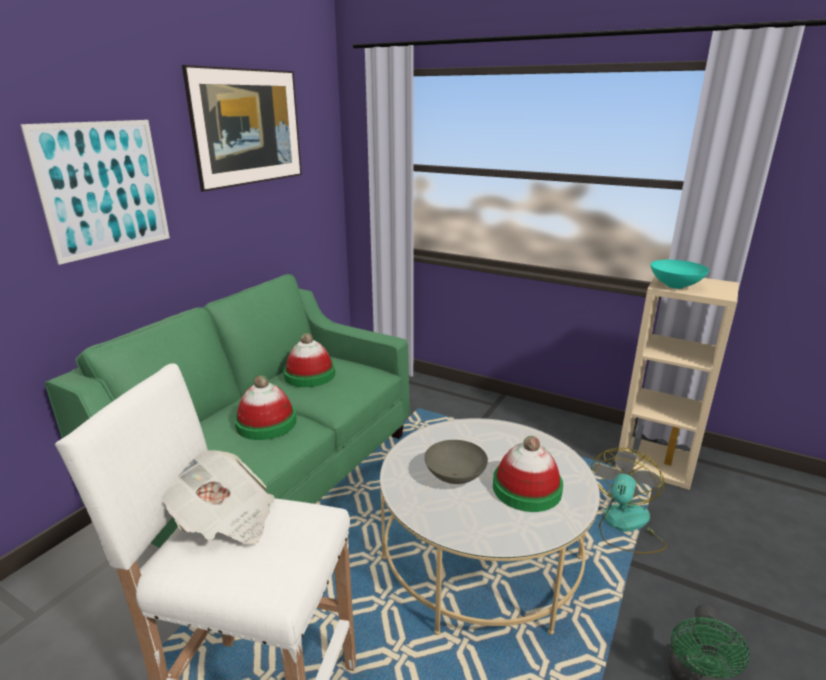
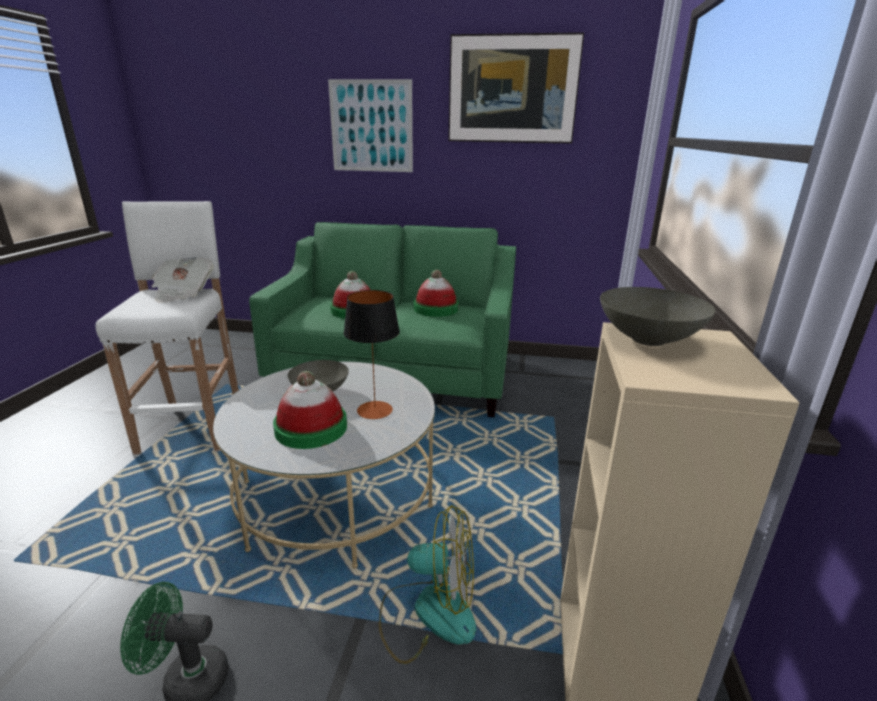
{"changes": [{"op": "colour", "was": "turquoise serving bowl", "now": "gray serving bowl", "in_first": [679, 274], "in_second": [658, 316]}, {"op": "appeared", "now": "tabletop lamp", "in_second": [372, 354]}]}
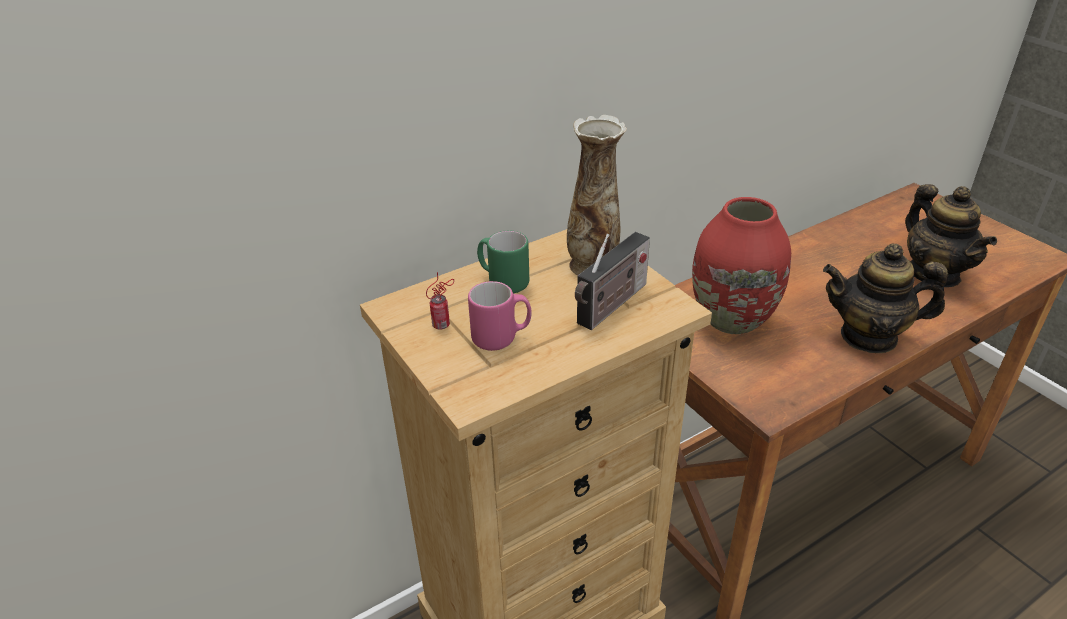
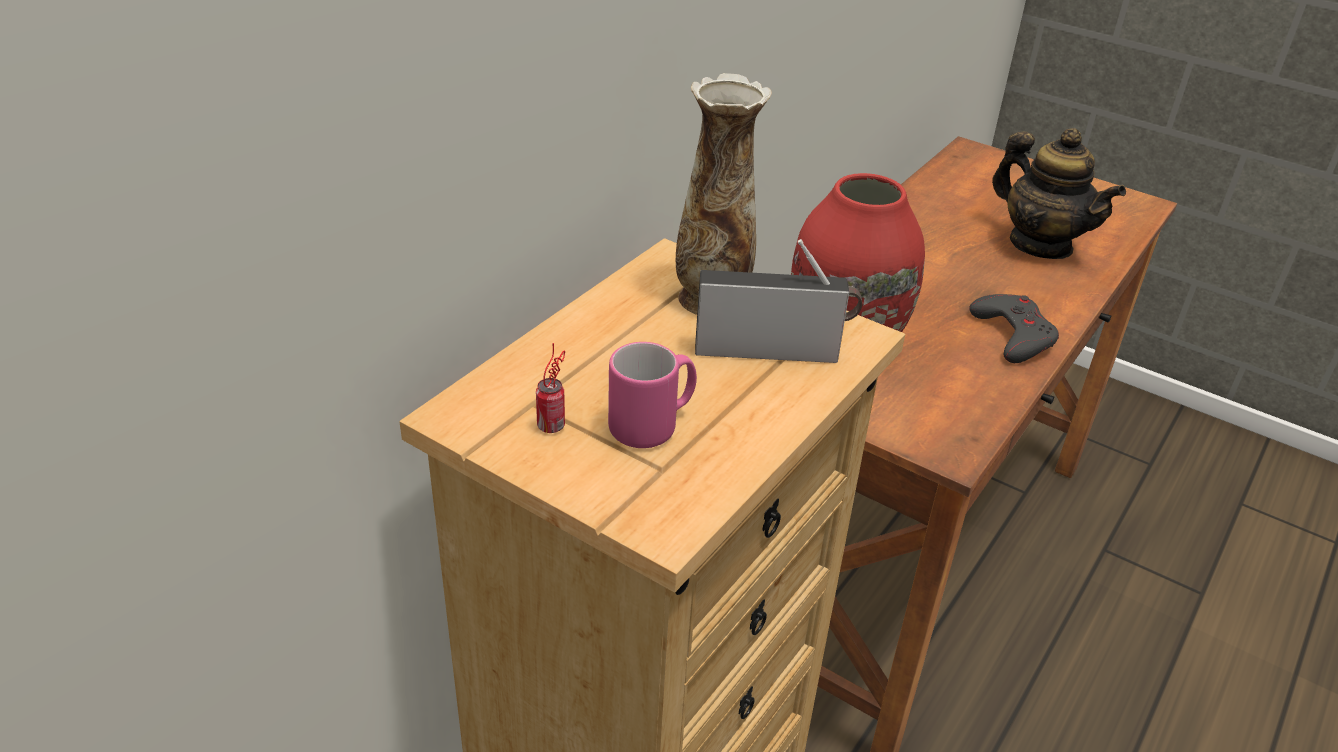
{"changes": [{"op": "missing", "was": "green-coloured coffee mug", "in_first": [503, 261]}, {"op": "spun", "was": "radio", "in_first": [612, 281], "in_second": [778, 301], "clockwise": -105}, {"op": "exchanged", "was": "tea pot", "now": "gray game controller", "in_first": [885, 298], "in_second": [1014, 328]}]}
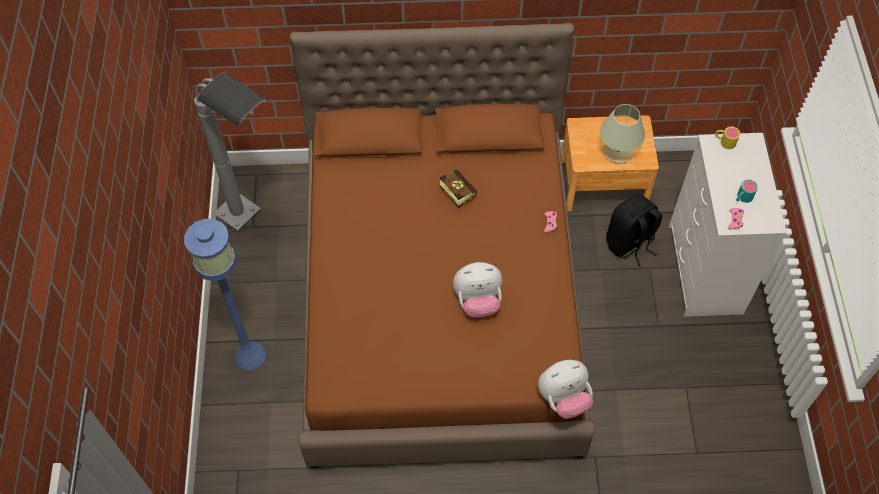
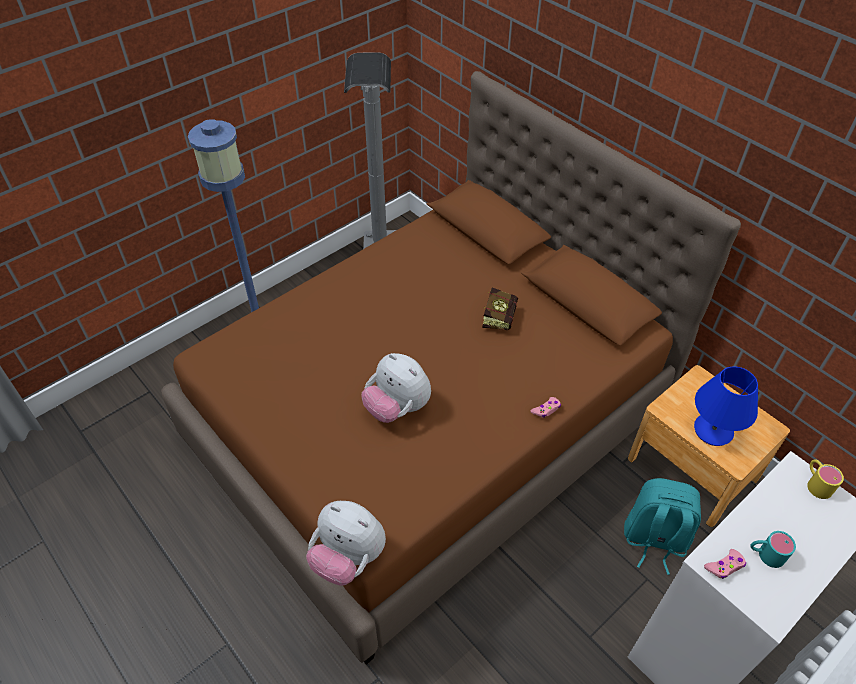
{"changes": [{"op": "colour", "was": "beige-coloured tabletop lamp", "now": "blue tabletop lamp", "in_first": [622, 134], "in_second": [726, 406]}, {"op": "colour", "was": "black backpack", "now": "turquoise backpack", "in_first": [634, 230], "in_second": [662, 526]}]}
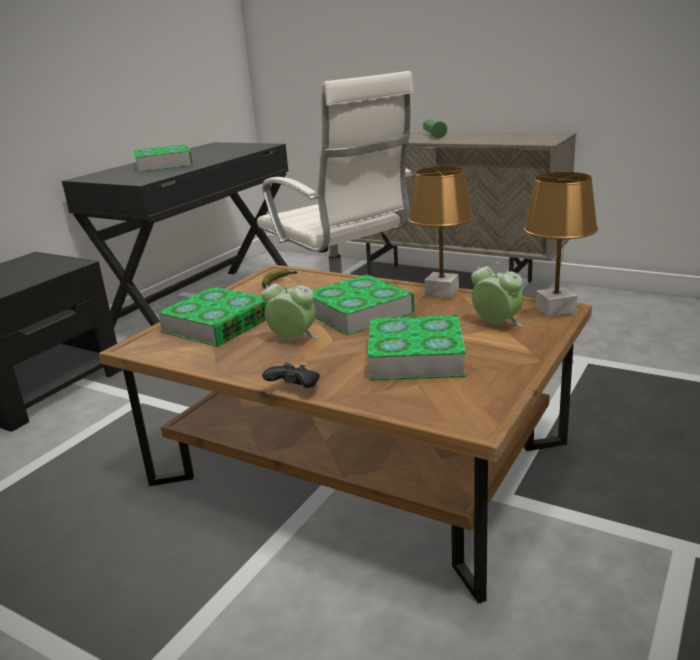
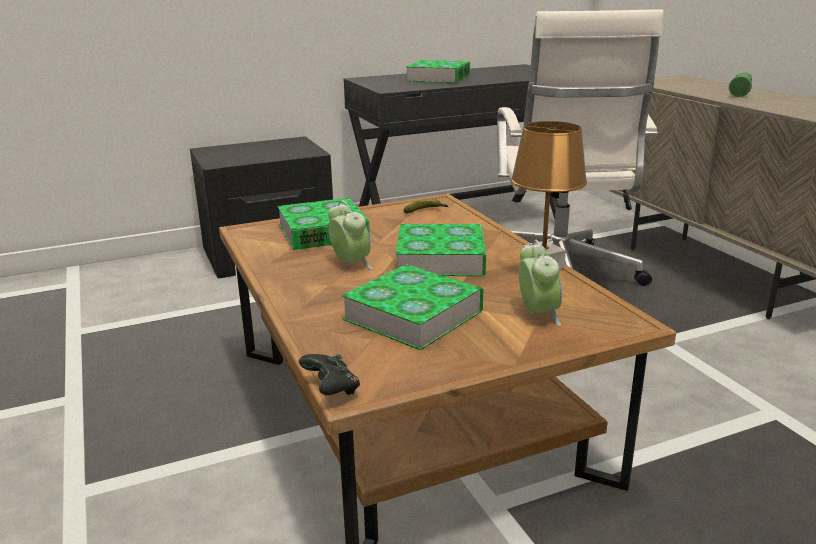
{"changes": [{"op": "relocated", "was": "black game controller", "in_first": [291, 375], "in_second": [329, 374]}, {"op": "missing", "was": "brownish tabletop lamp", "in_first": [560, 244]}]}
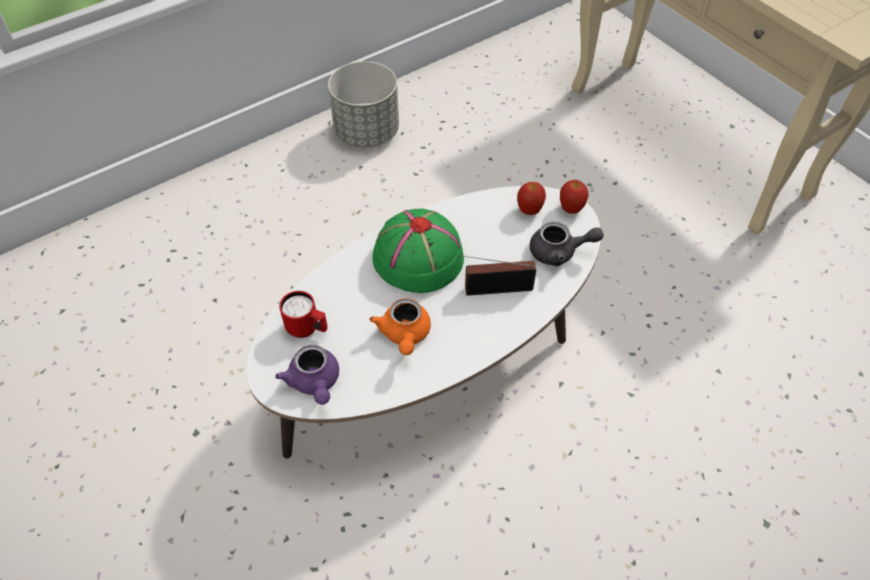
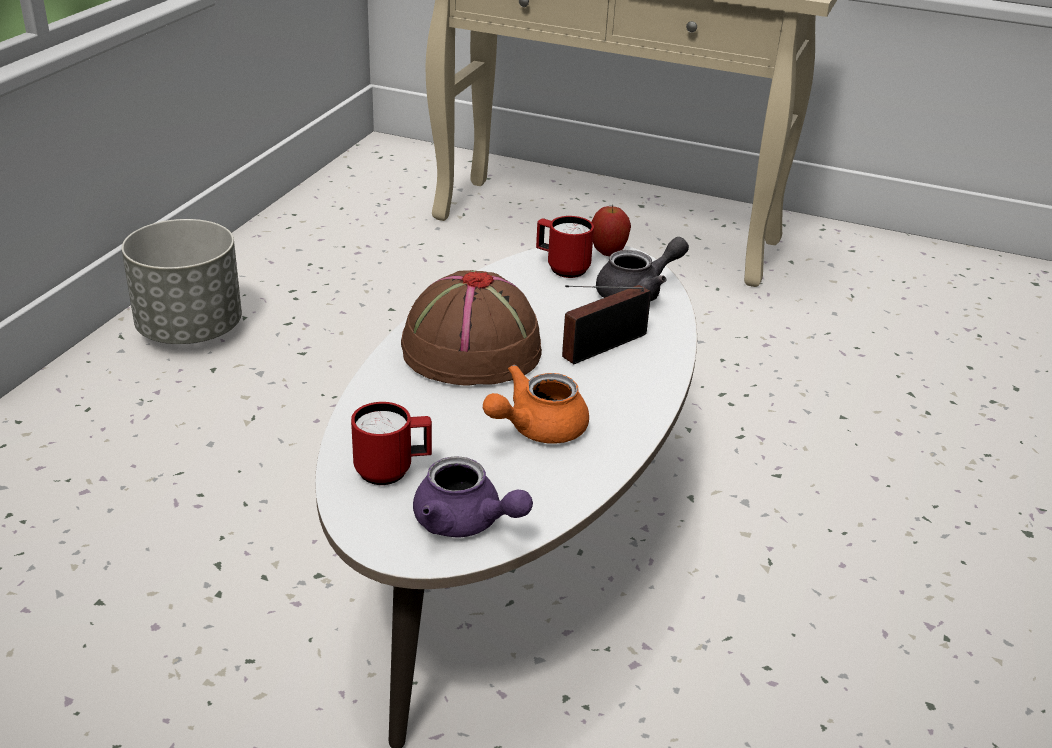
{"changes": [{"op": "spun", "was": "orangey tea pot", "in_first": [400, 326], "in_second": [536, 404], "clockwise": 90}, {"op": "colour", "was": "green-coloured clothing hat", "now": "brownish clothing hat", "in_first": [418, 250], "in_second": [471, 328]}, {"op": "exchanged", "was": "whole apple", "now": "red-coloured coffee mug", "in_first": [531, 198], "in_second": [565, 247]}]}
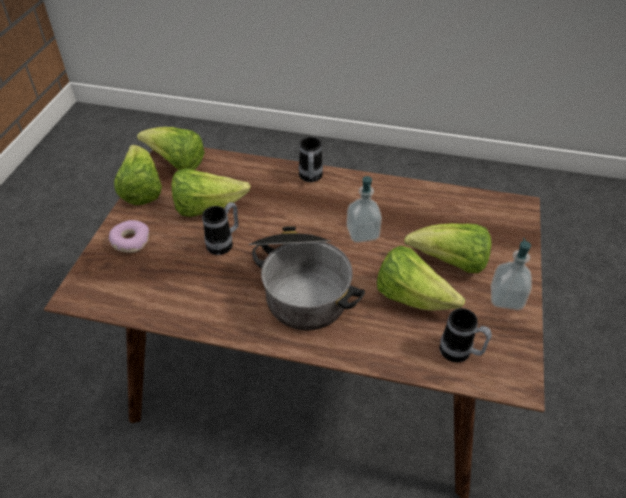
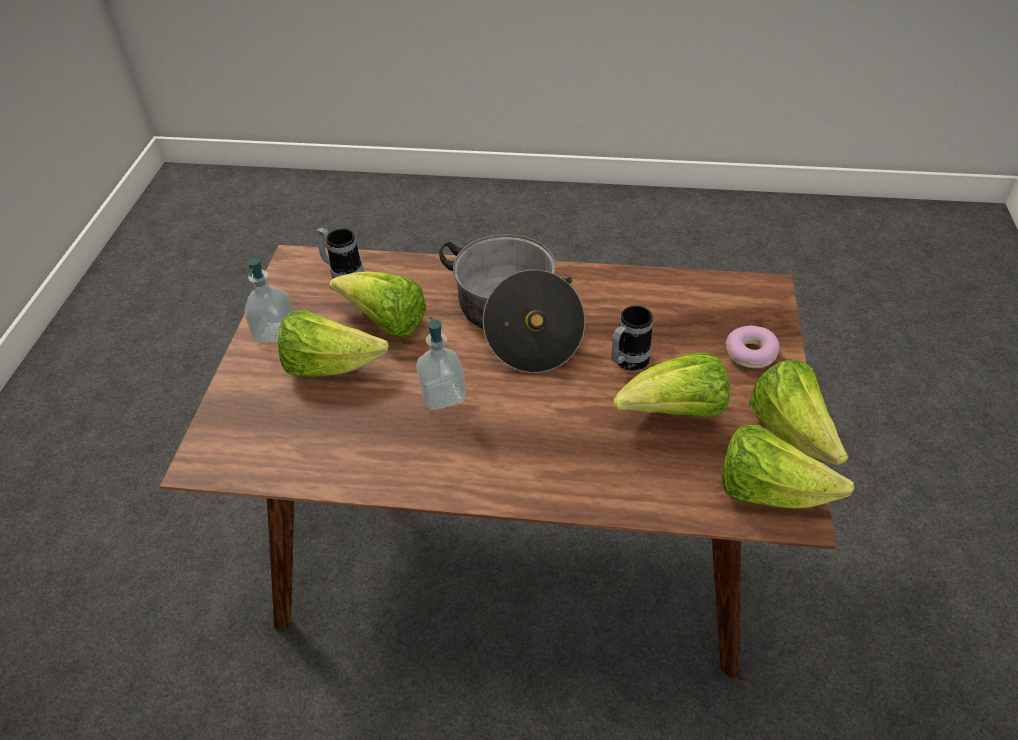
{"changes": [{"op": "missing", "was": "coffee mug", "in_first": [311, 159]}]}
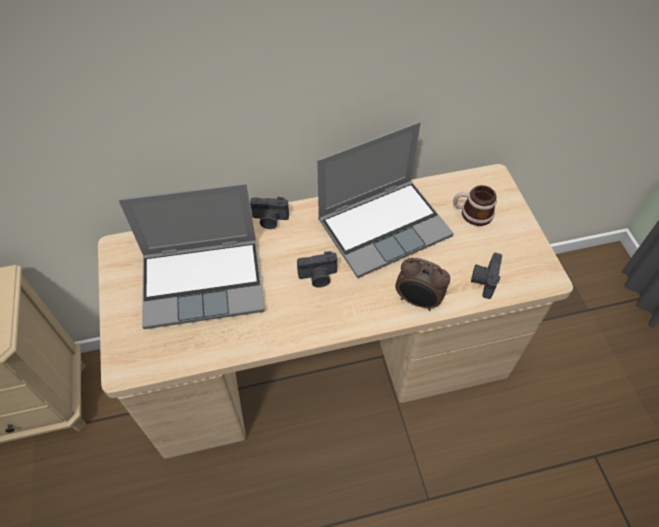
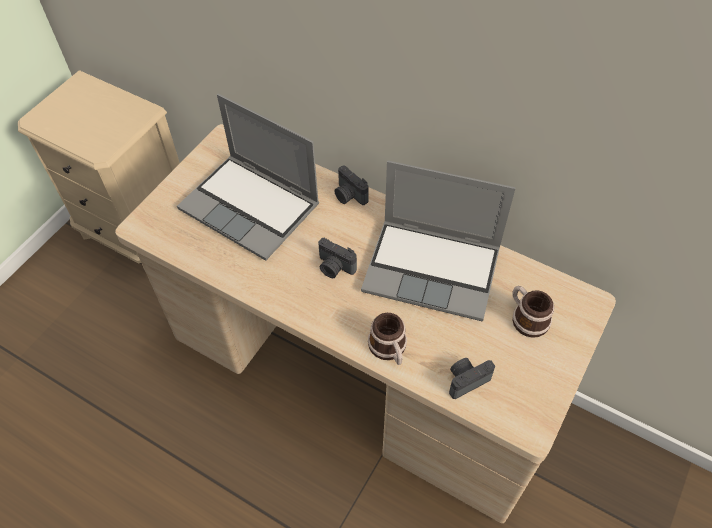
{"changes": [{"op": "exchanged", "was": "bedside clock", "now": "coffee mug", "in_first": [422, 284], "in_second": [387, 339]}]}
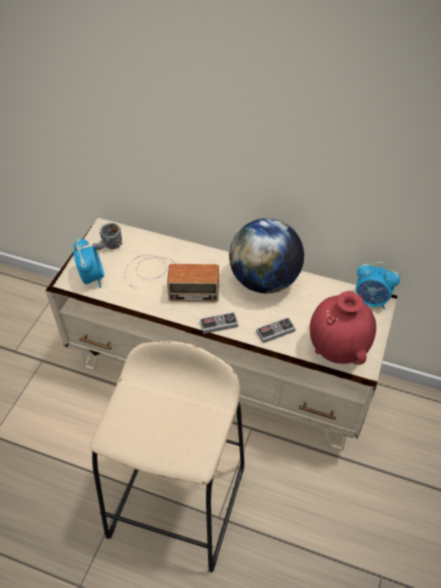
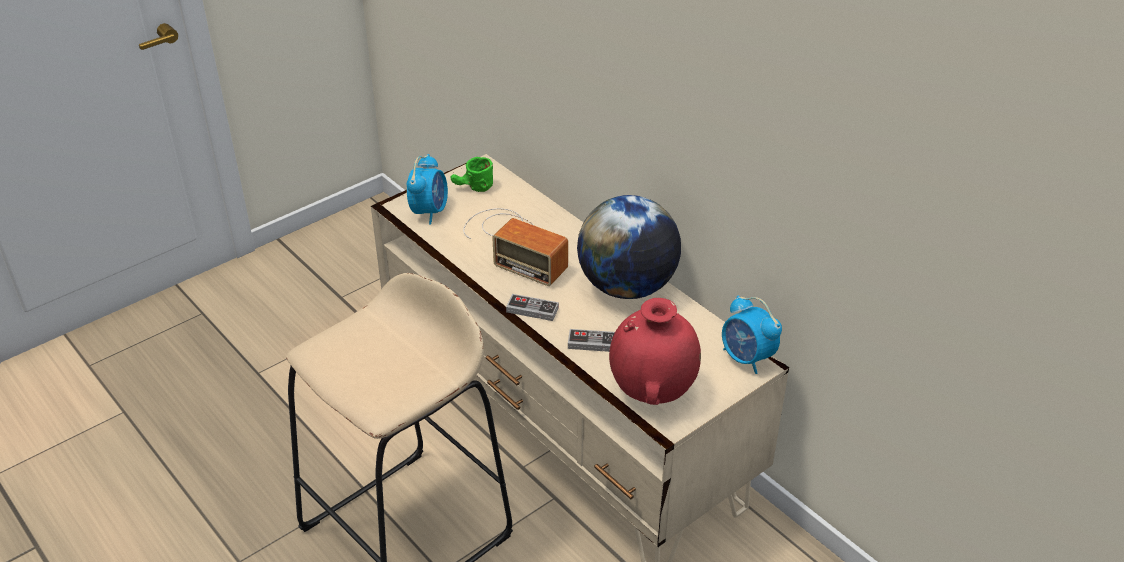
{"changes": [{"op": "colour", "was": "gray coffee mug", "now": "green-coloured coffee mug", "in_first": [107, 236], "in_second": [471, 174]}]}
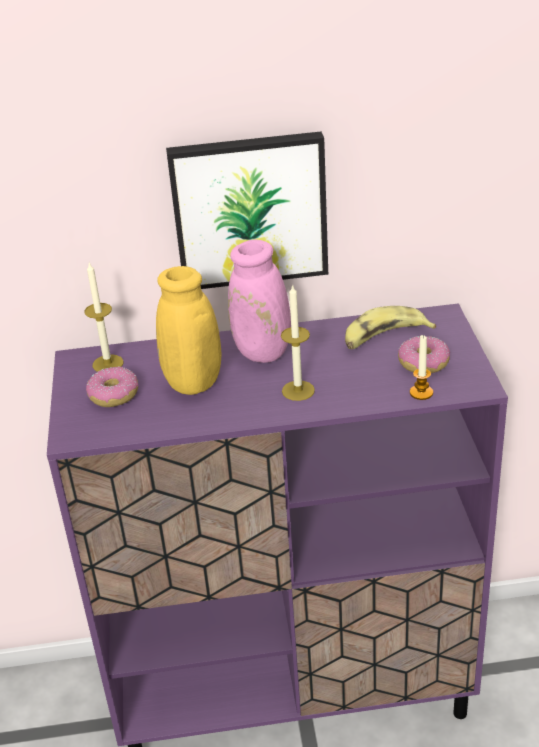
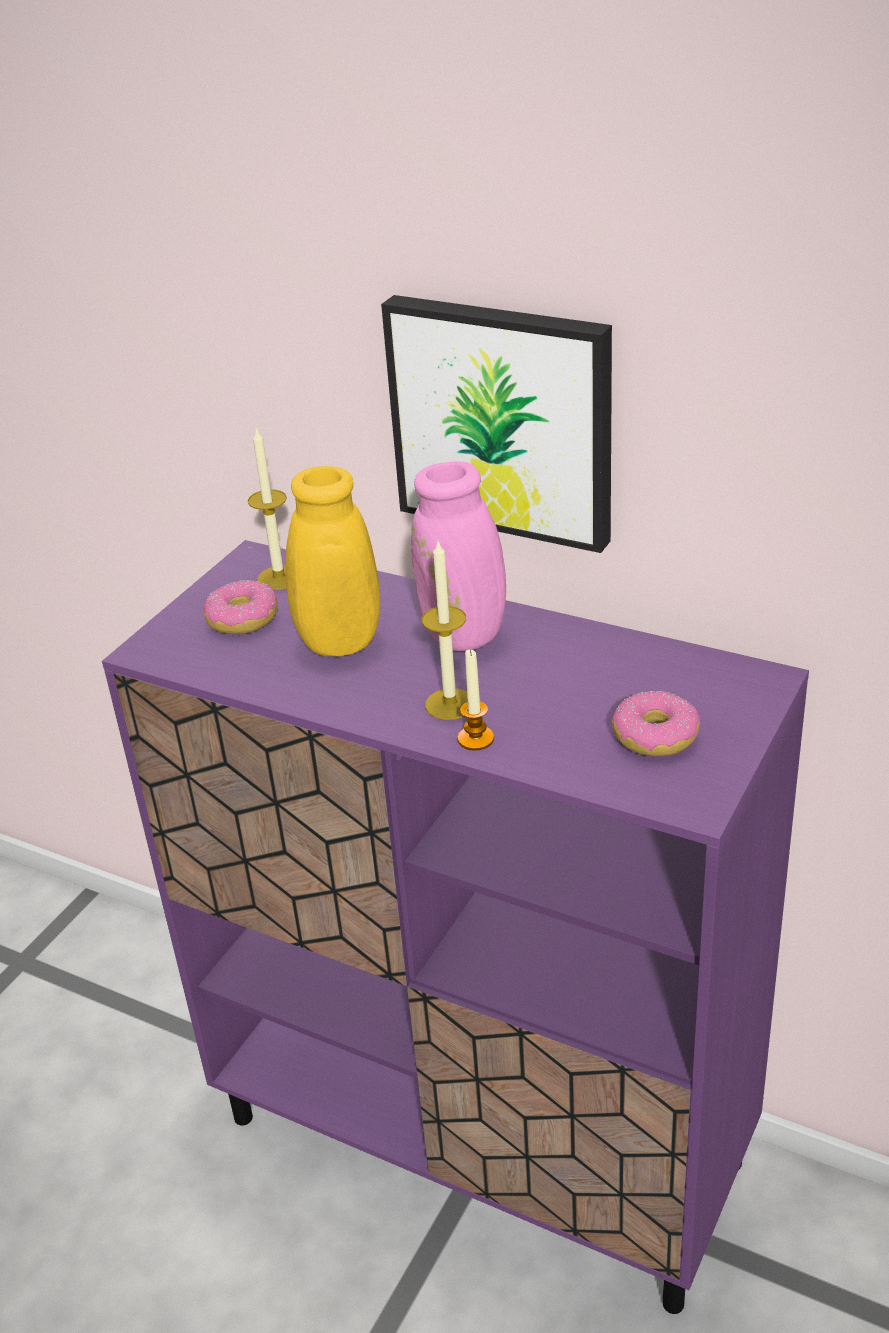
{"changes": [{"op": "missing", "was": "whole banana", "in_first": [390, 327]}, {"op": "relocated", "was": "candle", "in_first": [421, 367], "in_second": [475, 700]}]}
